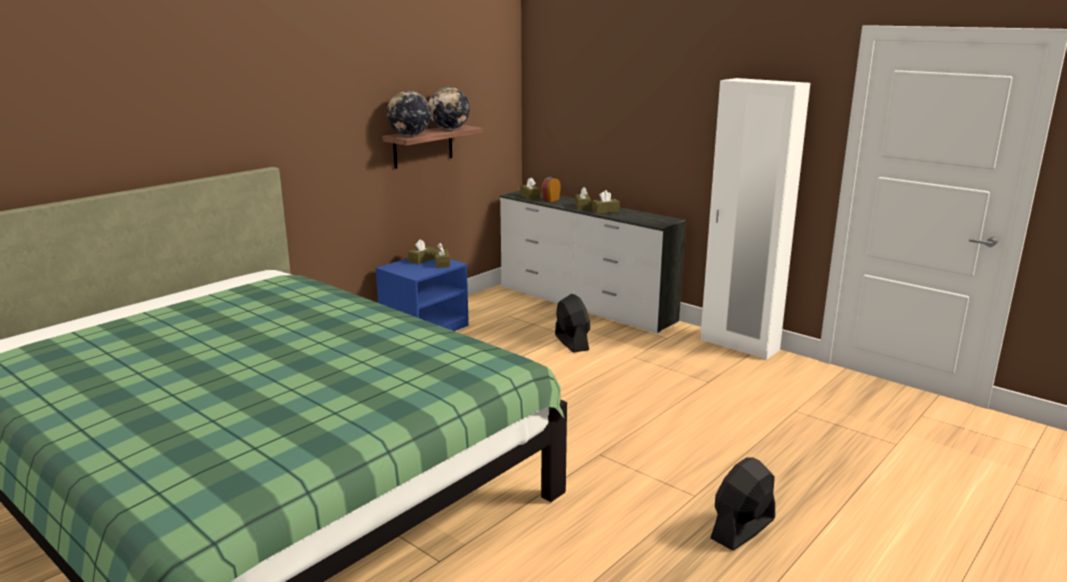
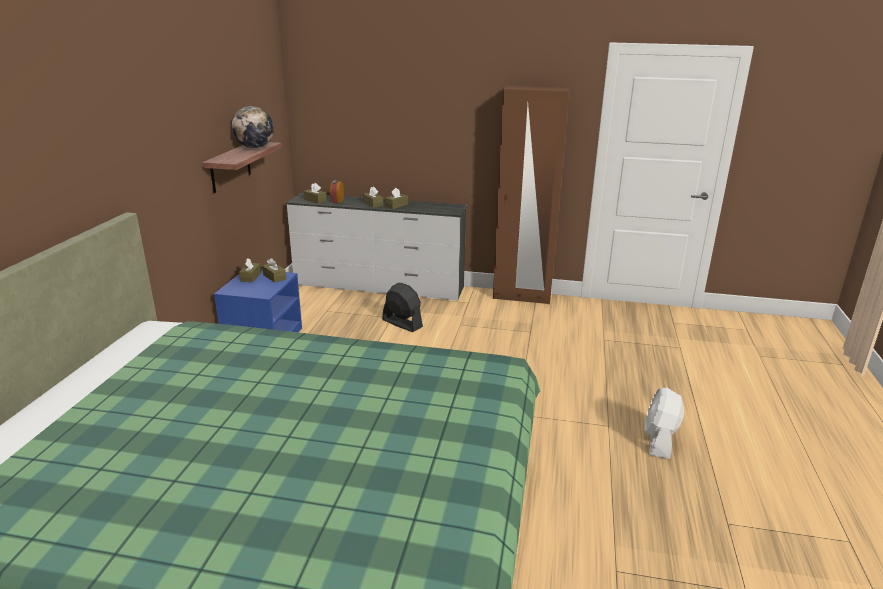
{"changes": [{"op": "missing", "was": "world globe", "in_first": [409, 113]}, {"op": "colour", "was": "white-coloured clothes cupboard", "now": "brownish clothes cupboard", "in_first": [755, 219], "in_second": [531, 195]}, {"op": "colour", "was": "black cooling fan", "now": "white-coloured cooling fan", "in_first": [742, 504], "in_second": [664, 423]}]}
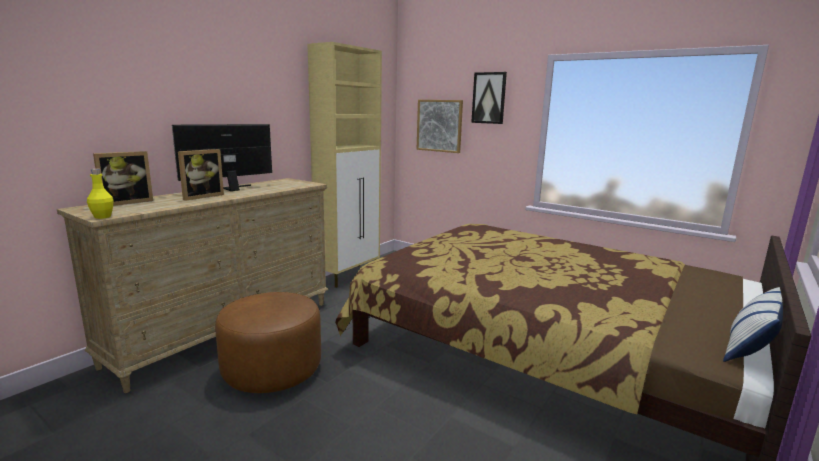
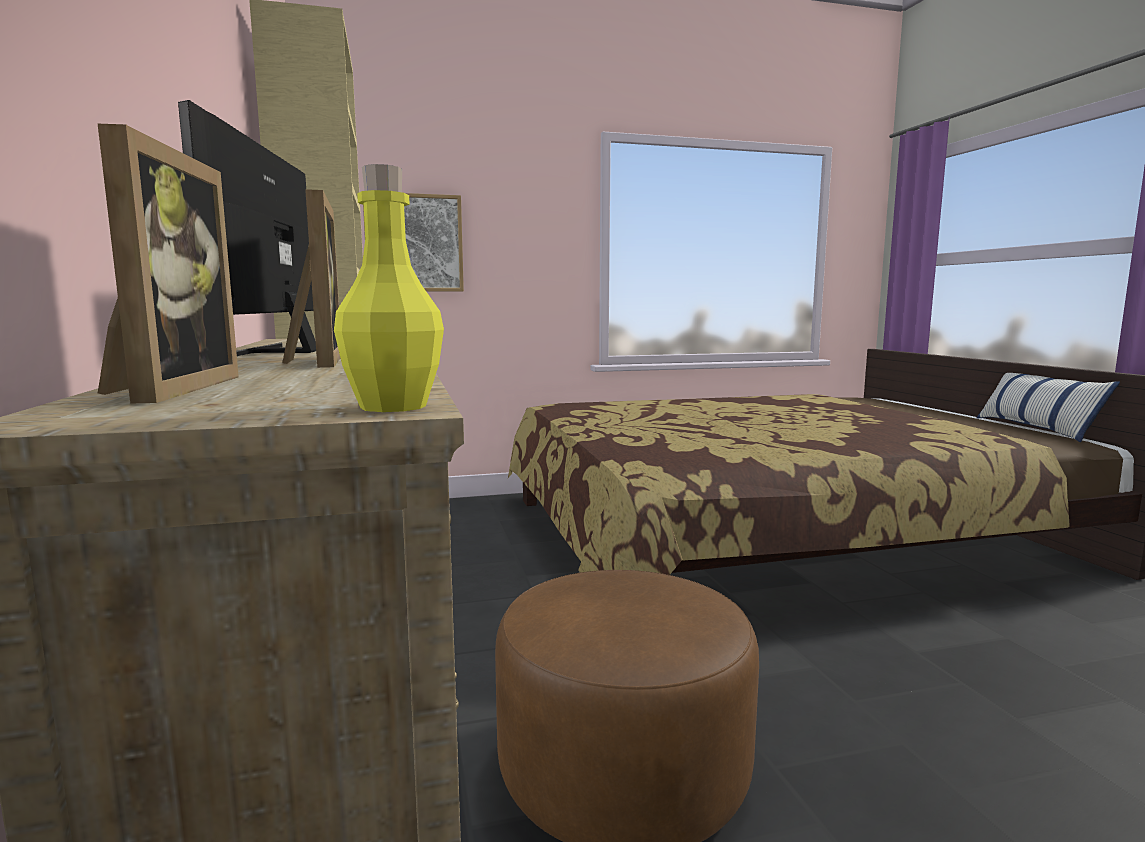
{"changes": [{"op": "missing", "was": "wall picture", "in_first": [489, 98]}]}
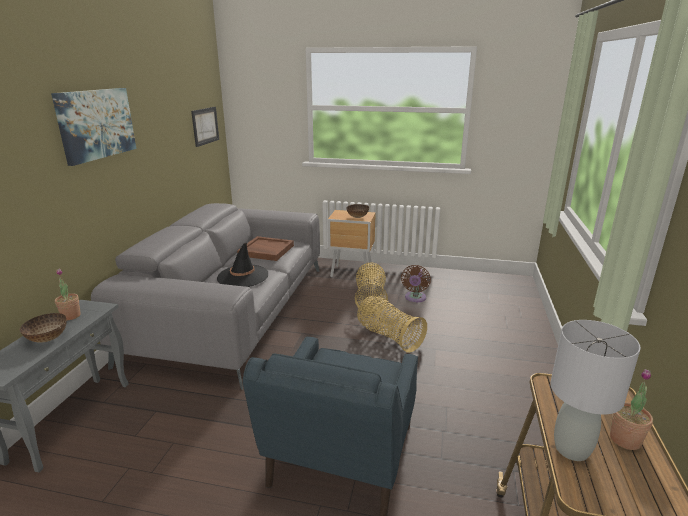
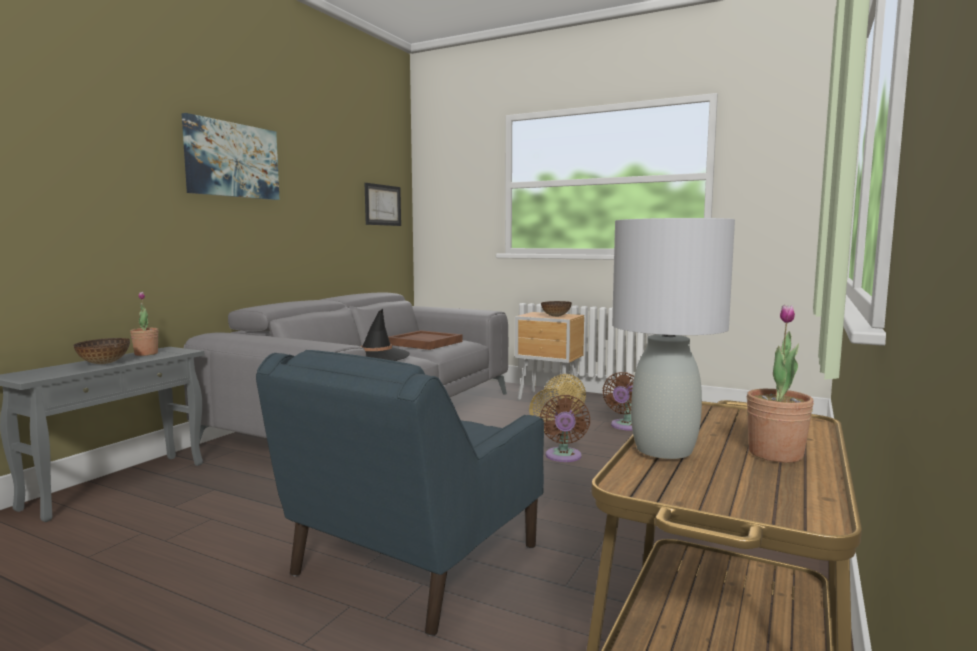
{"changes": [{"op": "exchanged", "was": "storage basket", "now": "brownish cooling fan", "in_first": [392, 324], "in_second": [565, 428]}]}
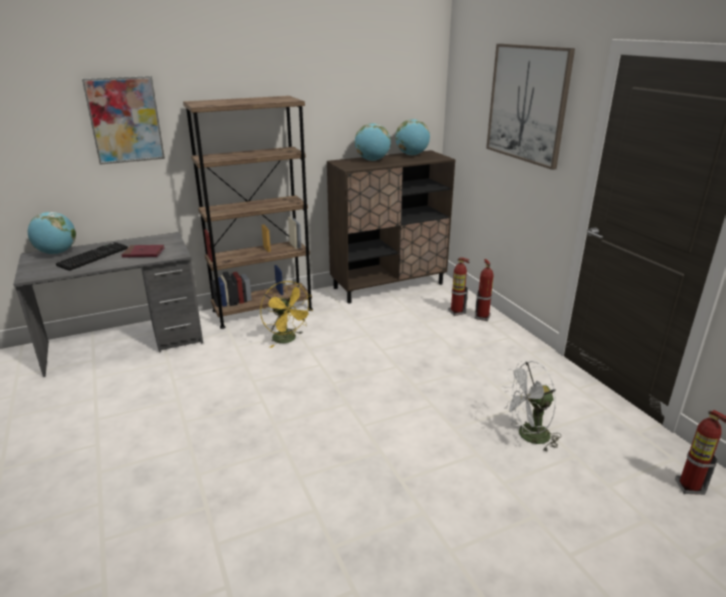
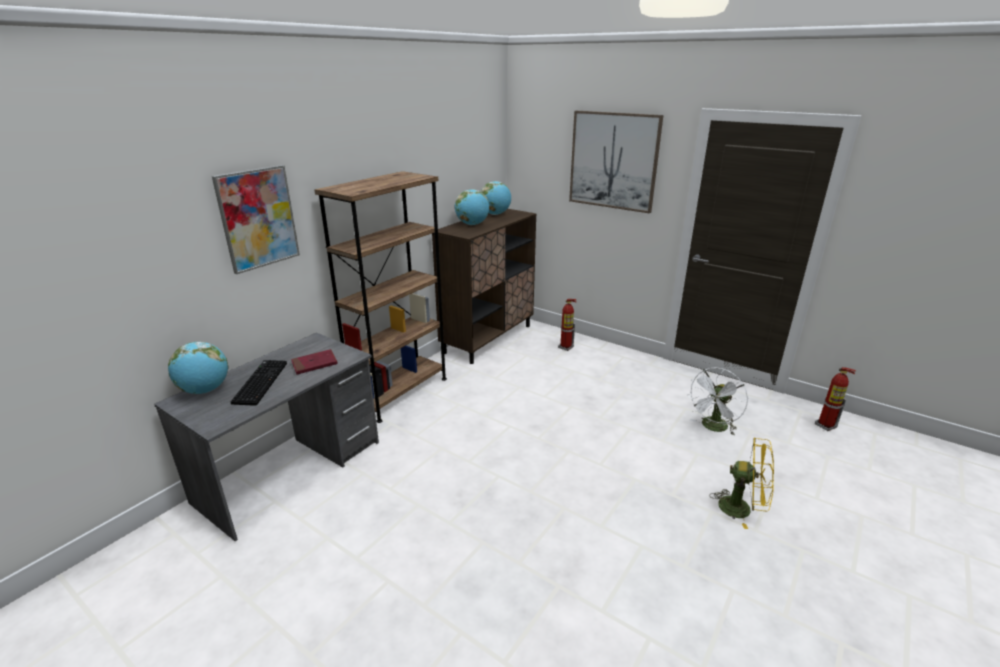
{"changes": [{"op": "relocated", "was": "yellowish cooling fan", "in_first": [286, 314], "in_second": [742, 483]}, {"op": "missing", "was": "extinguisher", "in_first": [484, 290]}]}
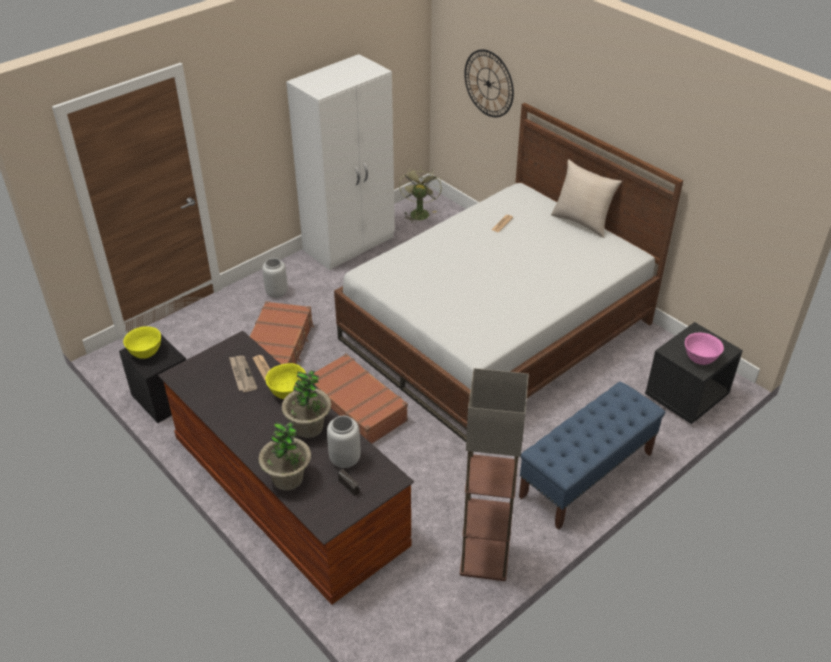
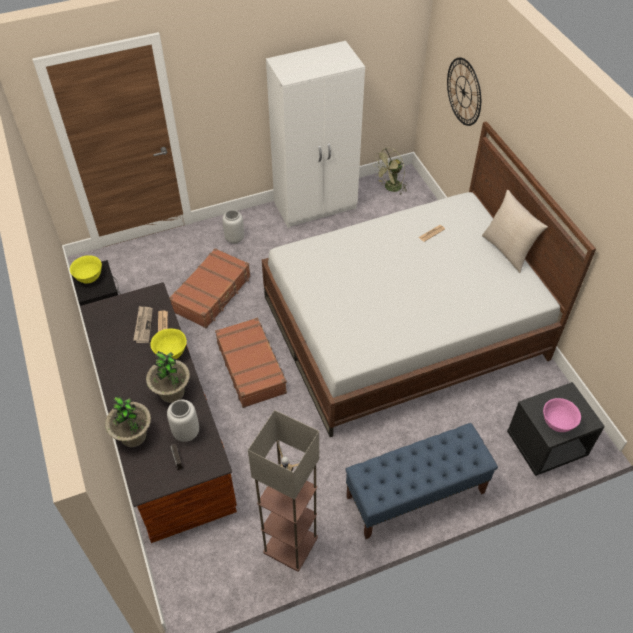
{"changes": [{"op": "spun", "was": "green-coloured cooling fan", "in_first": [420, 194], "in_second": [390, 171], "clockwise": -150}]}
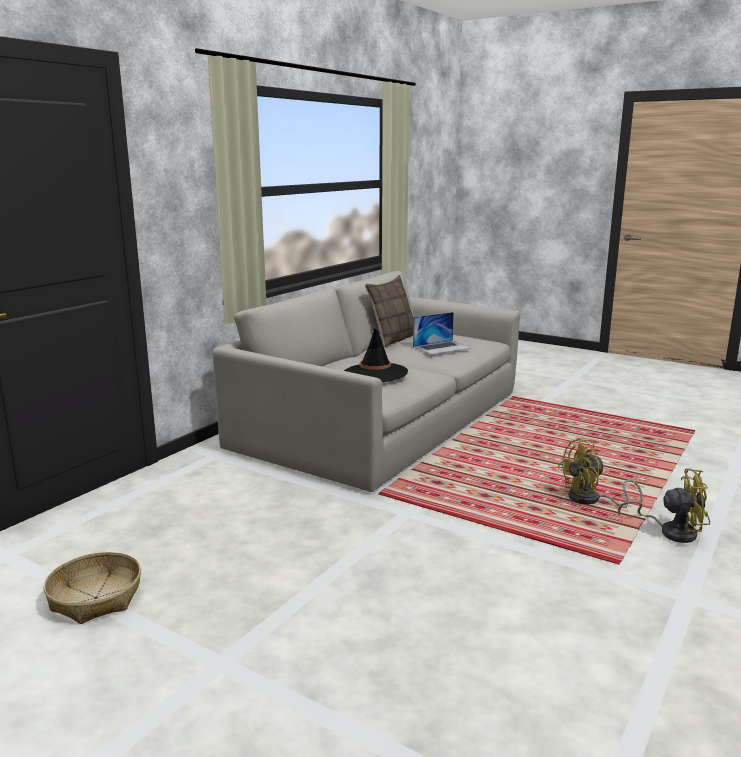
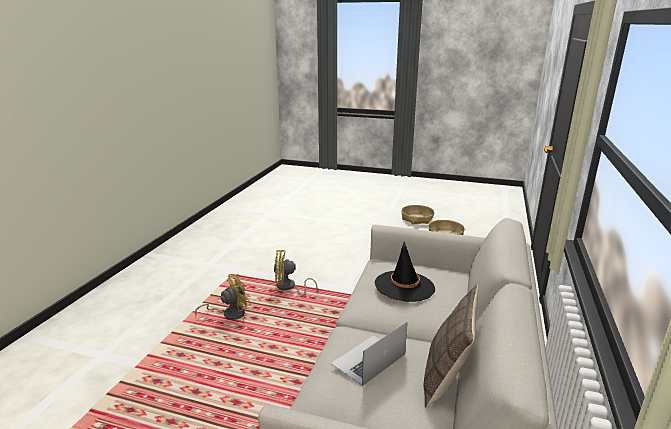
{"changes": [{"op": "relocated", "was": "yellowish cooling fan", "in_first": [664, 505], "in_second": [295, 272]}, {"op": "appeared", "now": "storage basket", "in_second": [417, 214]}]}
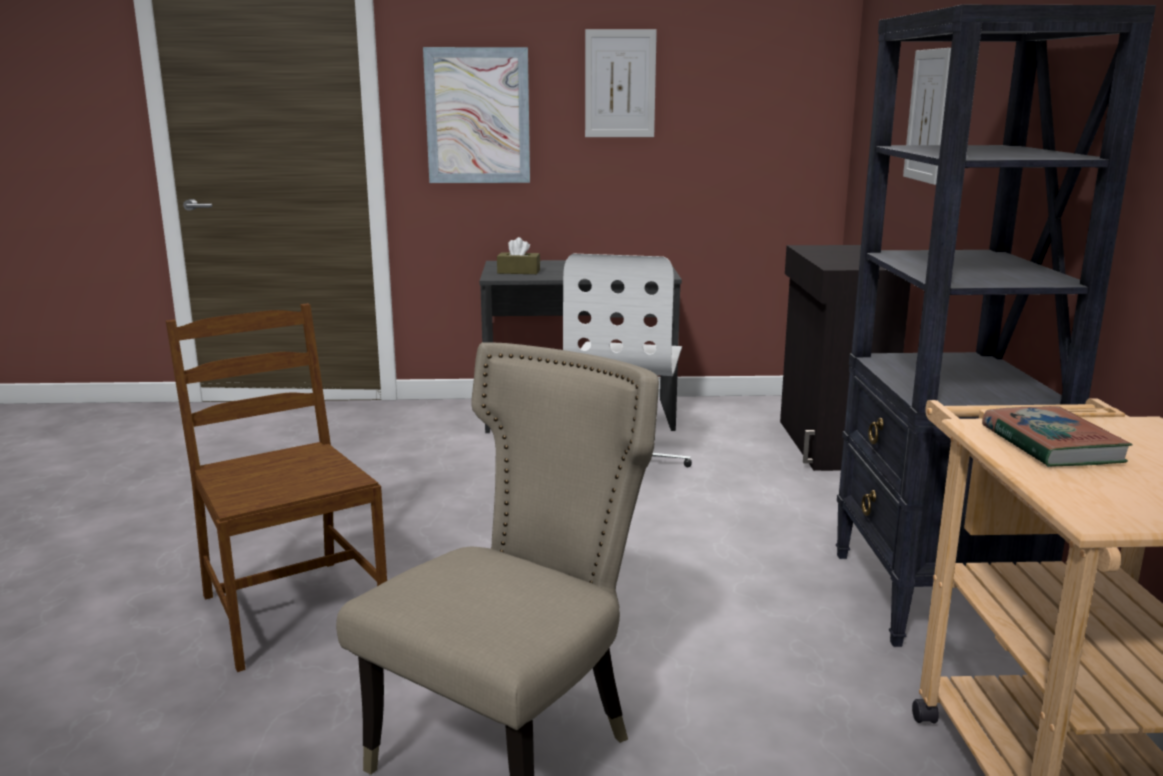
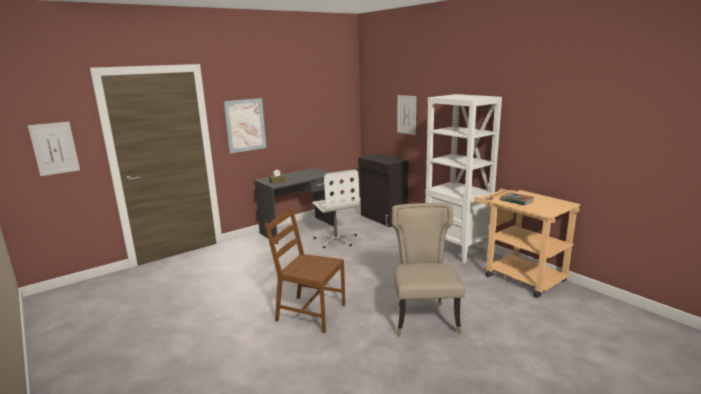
{"changes": [{"op": "relocated", "was": "wall picture", "in_first": [621, 83], "in_second": [54, 149]}, {"op": "colour", "was": "black bookshelf", "now": "white-coloured bookshelf", "in_first": [996, 326], "in_second": [463, 179]}]}
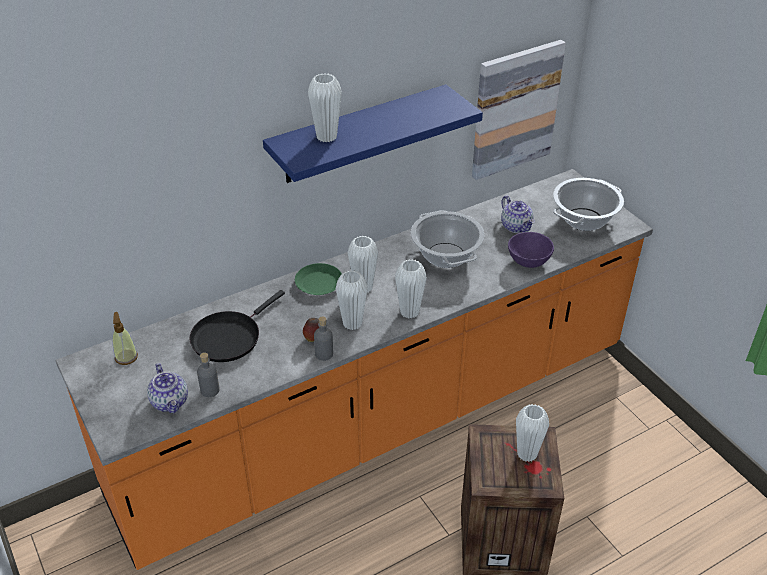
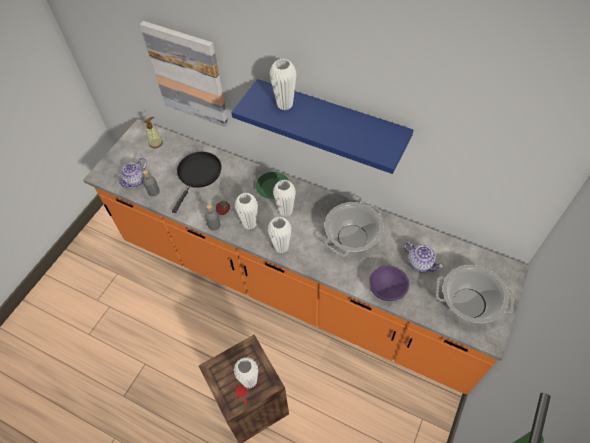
{"changes": [{"op": "spun", "was": "black frying pan", "in_first": [237, 326], "in_second": [196, 182], "clockwise": 105}, {"op": "relocated", "was": "wall picture", "in_first": [519, 110], "in_second": [183, 74]}, {"op": "spun", "was": "tea pot", "in_first": [518, 214], "in_second": [423, 257], "clockwise": -75}]}
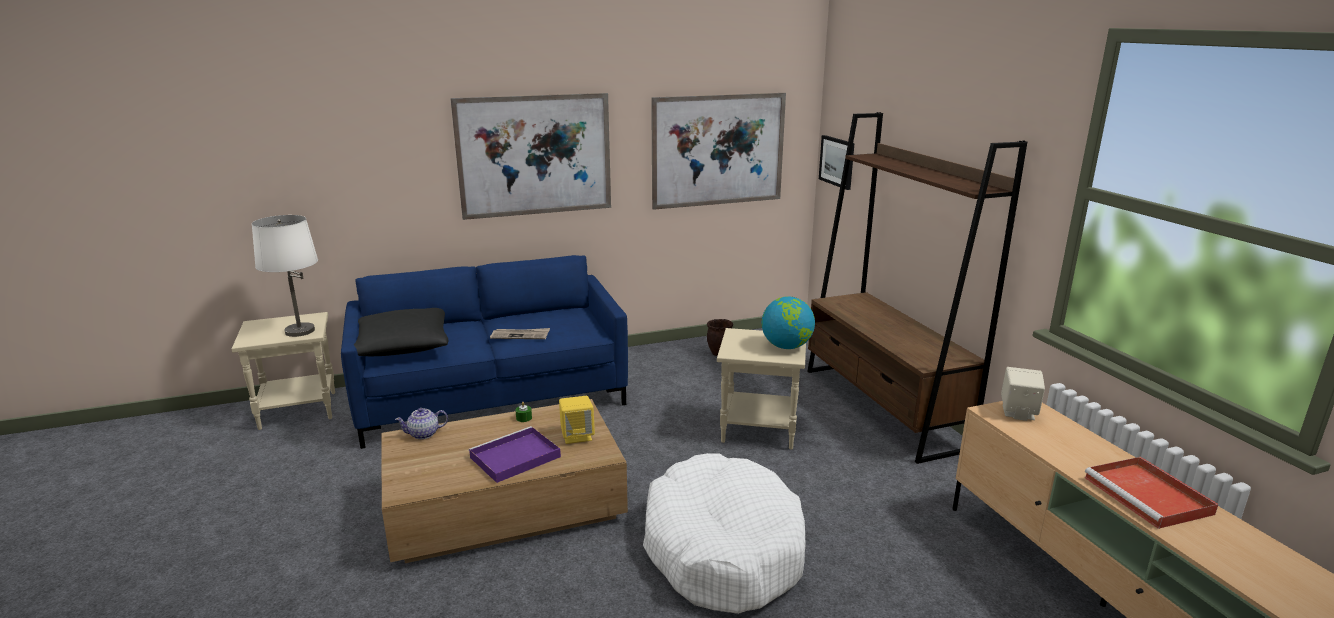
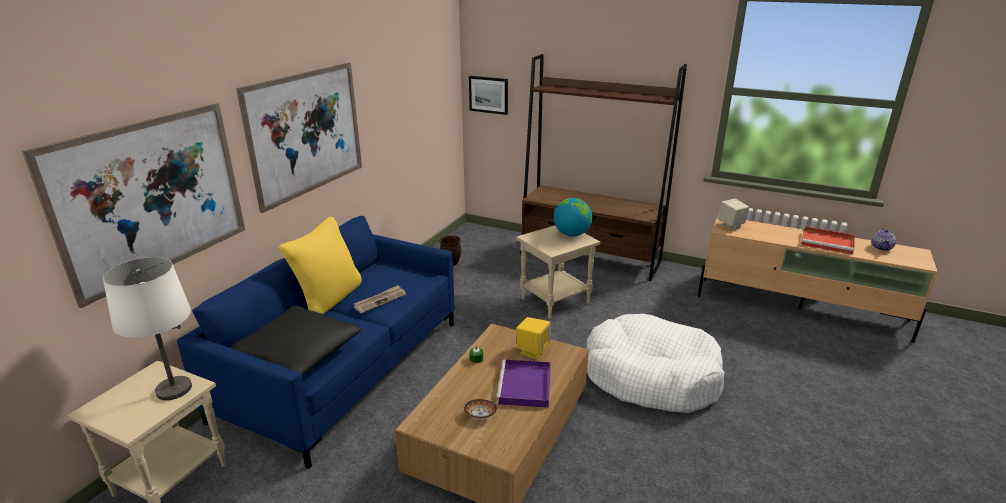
{"changes": [{"op": "relocated", "was": "tea pot", "in_first": [421, 424], "in_second": [883, 239]}, {"op": "relocated", "was": "wall picture", "in_first": [718, 151], "in_second": [133, 205]}, {"op": "appeared", "now": "yellowish throw pillow", "in_second": [320, 265]}, {"op": "appeared", "now": "serving bowl", "in_second": [480, 408]}]}
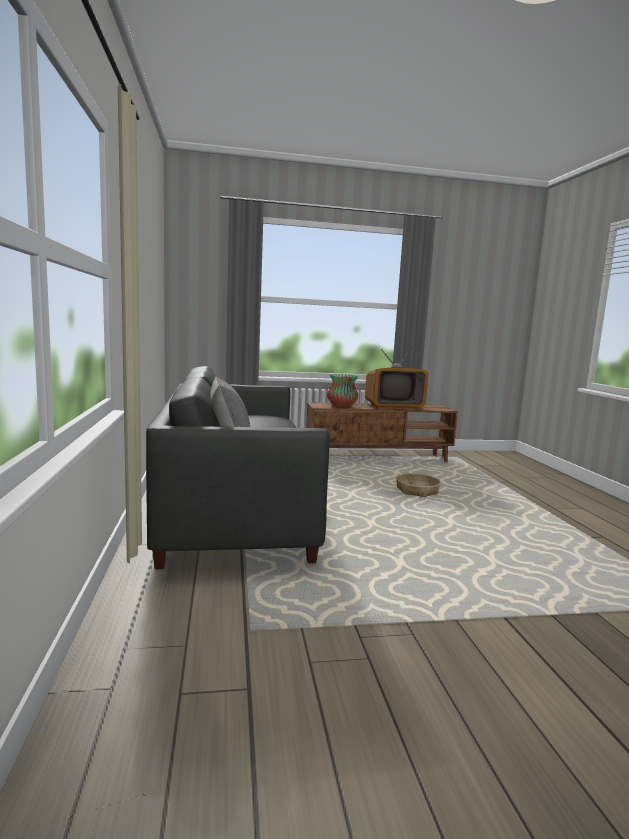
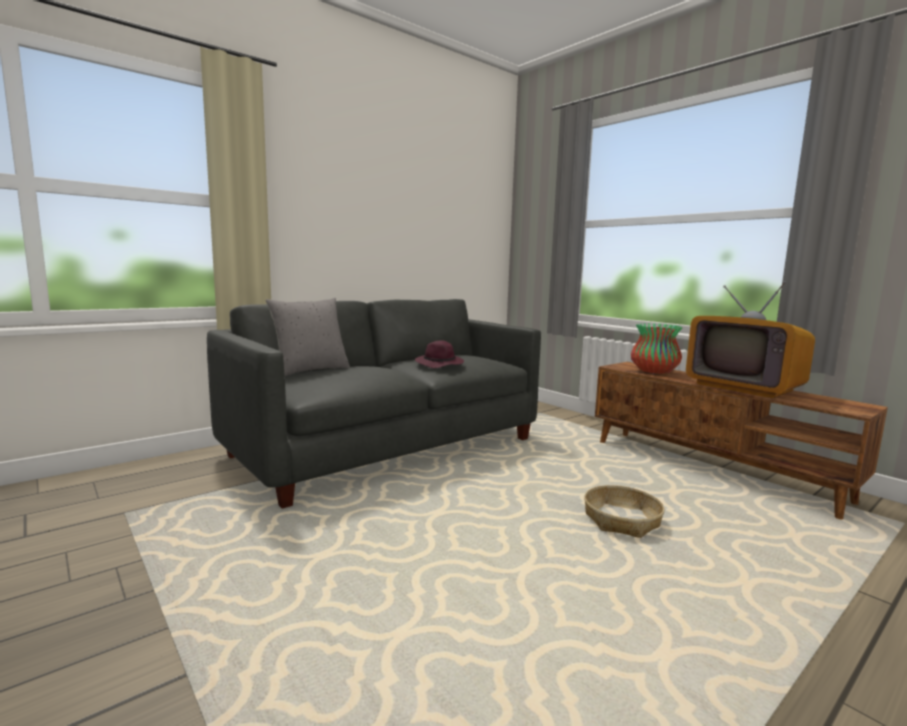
{"changes": [{"op": "appeared", "now": "purple-coloured clothing hat", "in_second": [439, 354]}]}
